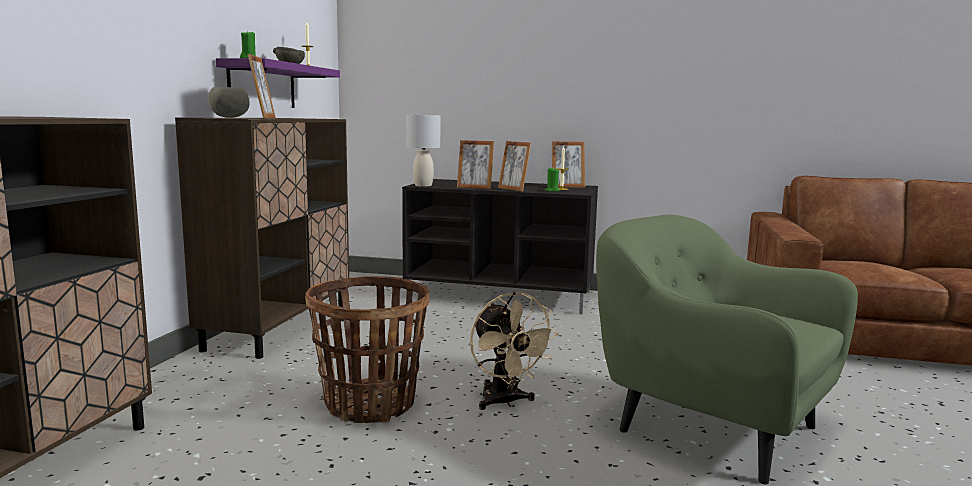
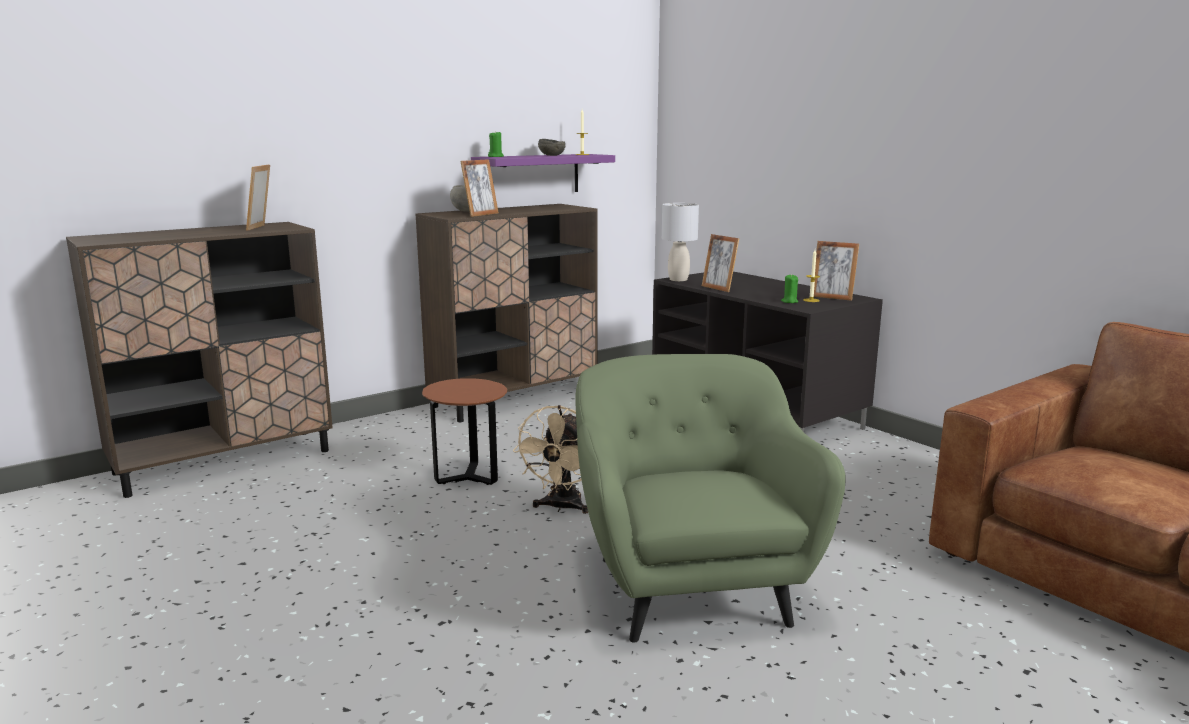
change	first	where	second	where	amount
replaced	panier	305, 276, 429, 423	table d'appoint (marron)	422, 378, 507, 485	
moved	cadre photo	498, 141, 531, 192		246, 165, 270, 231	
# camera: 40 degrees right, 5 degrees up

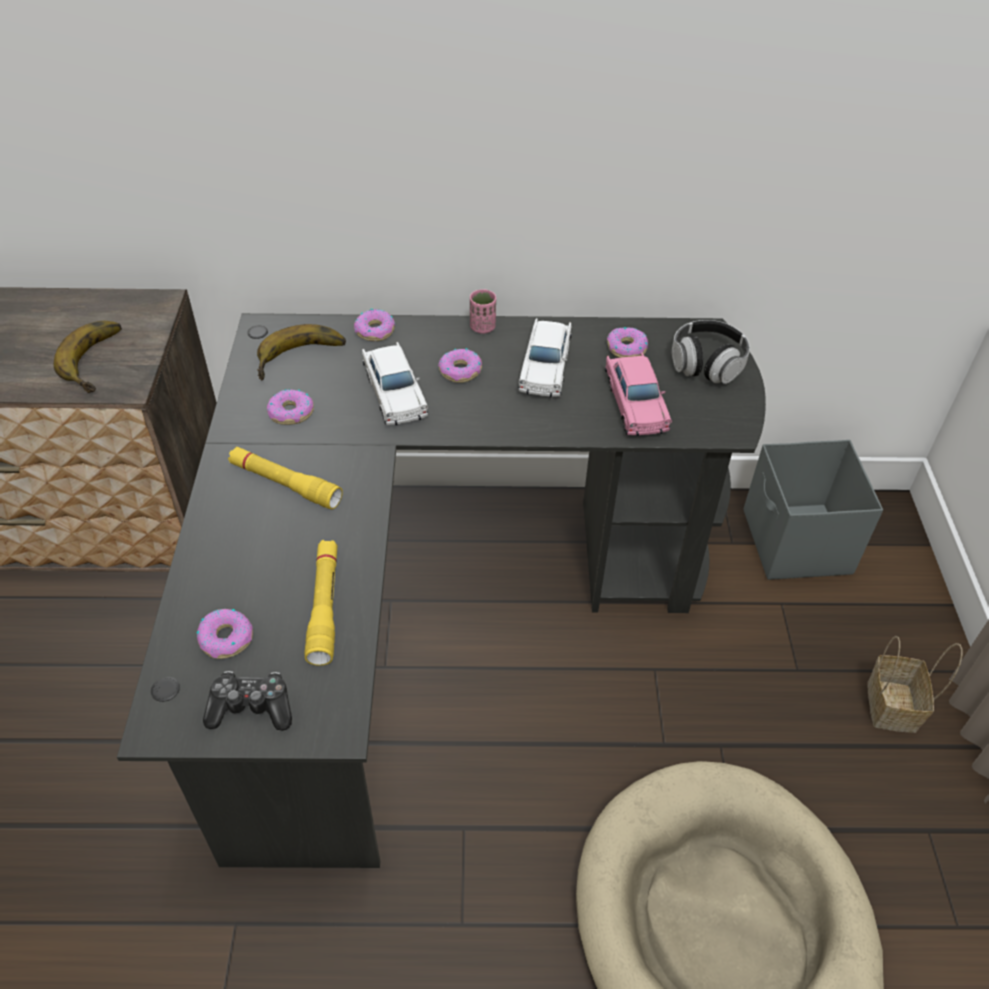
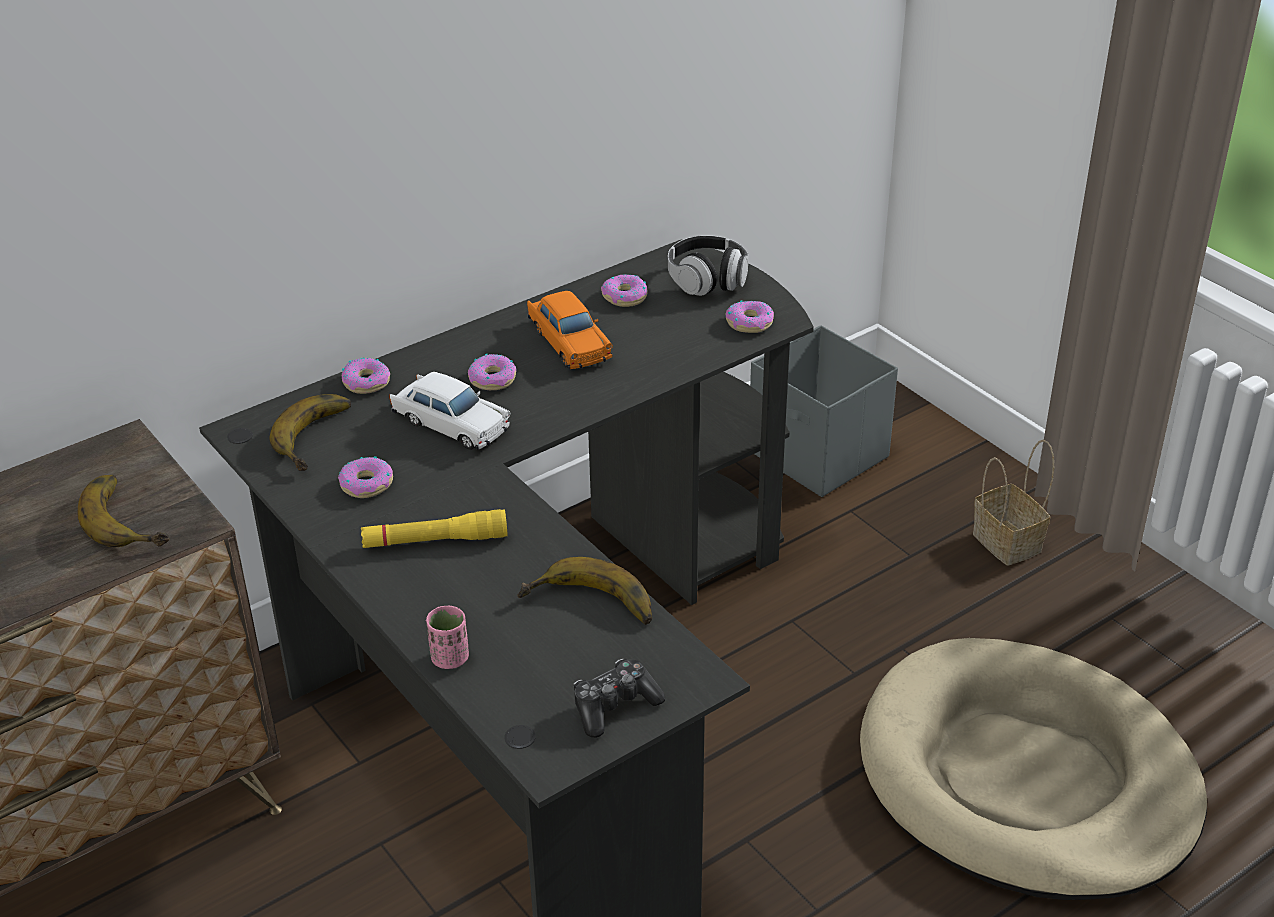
change	first	where	second	where	amount
moved	beignet	197, 609, 253, 659		726, 301, 774, 333	
replaced	lampe de poche (jaune)	304, 540, 337, 666	banane	517, 557, 652, 625	
moved	tasse (rose)	470, 289, 496, 334		426, 606, 469, 669	
recoloured	petite voiture (blanc)	518, 318, 572, 398	petite voiture (orange)	527, 291, 613, 369	
removed	petite voiture (rose)	605, 352, 672, 436			
# camera: 35 degrees left, 10 degrees down

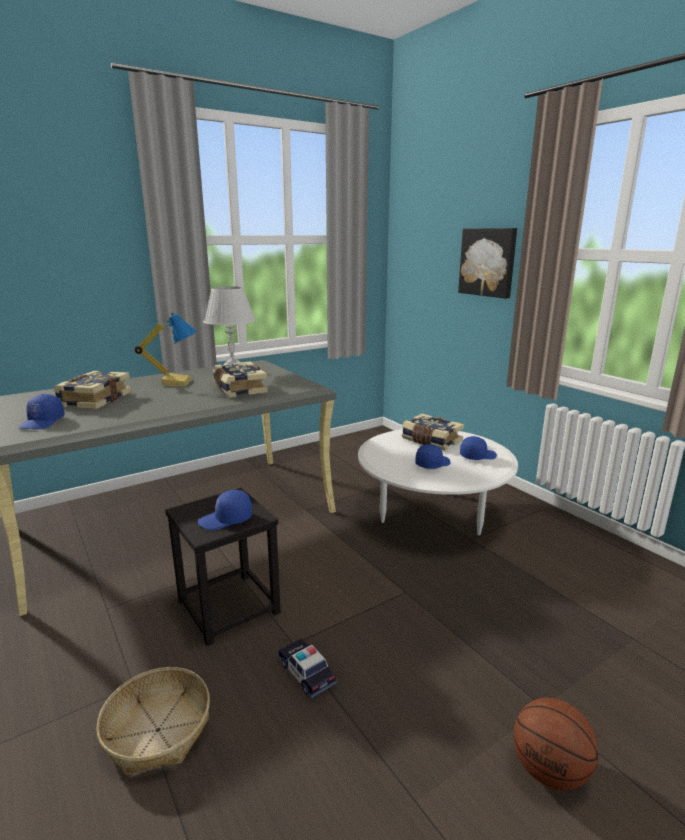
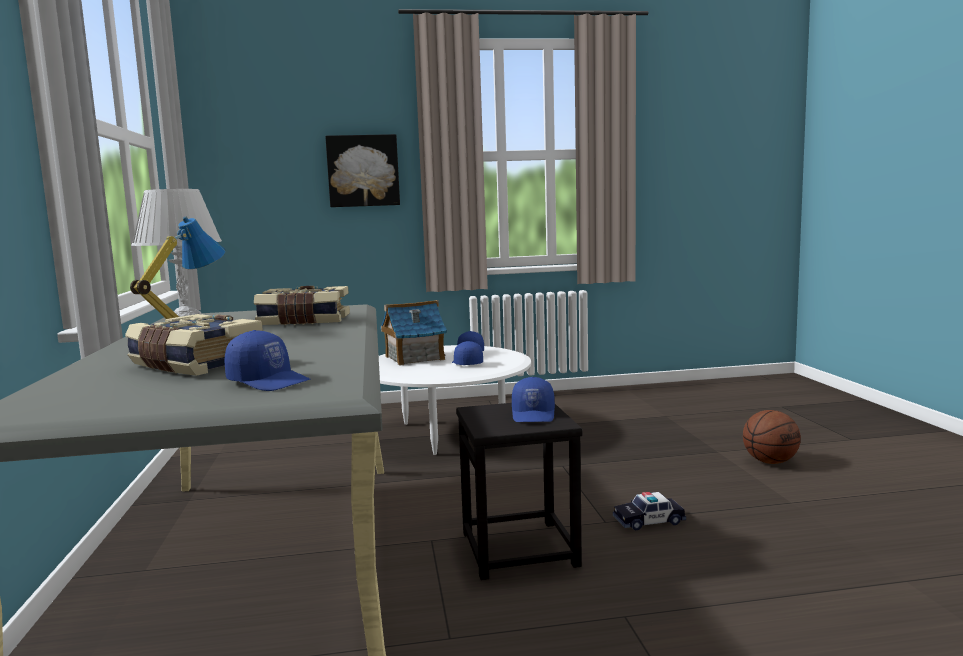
change	first	where	second	where	amount
removed	panier	96, 667, 210, 775			
replaced	livre	402, 414, 464, 451	maison miniature	380, 300, 447, 366	
# camera: 65 degrees left, 10 degrees down

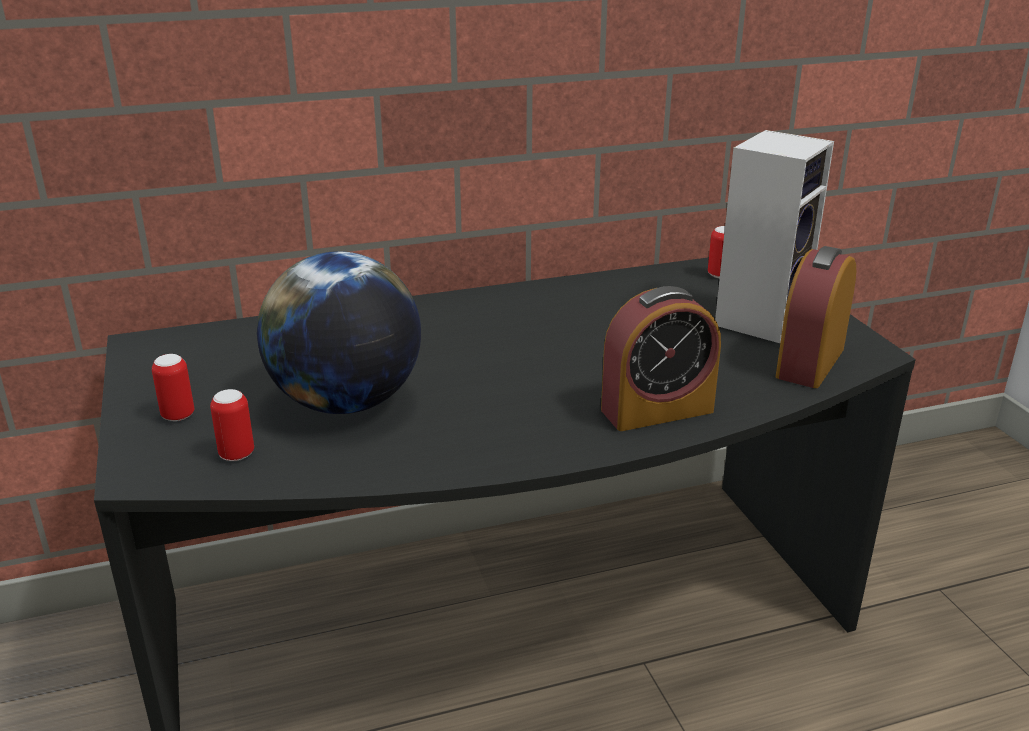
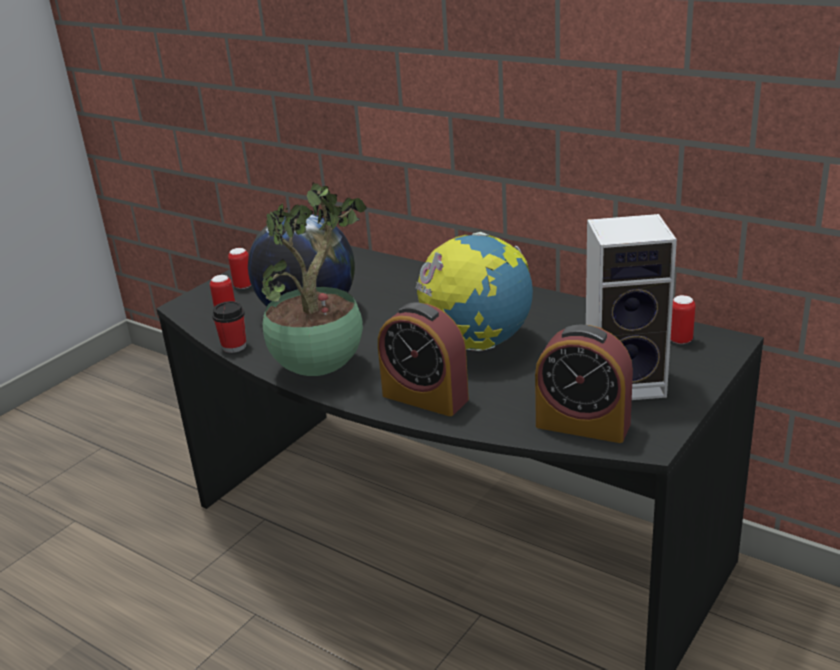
change	first	where	second	where	amount
turned	réveil	776, 246, 856, 388		535, 325, 633, 443	150 degrees counterclockwise
added			tasse	212, 301, 246, 353	
added			plante en pot	262, 182, 366, 376	
added			globe	416, 232, 533, 351	
# camera: 55 degrees right, 0 degrees up

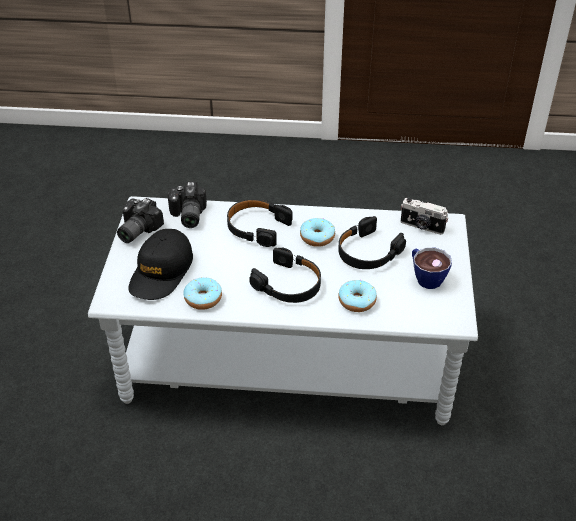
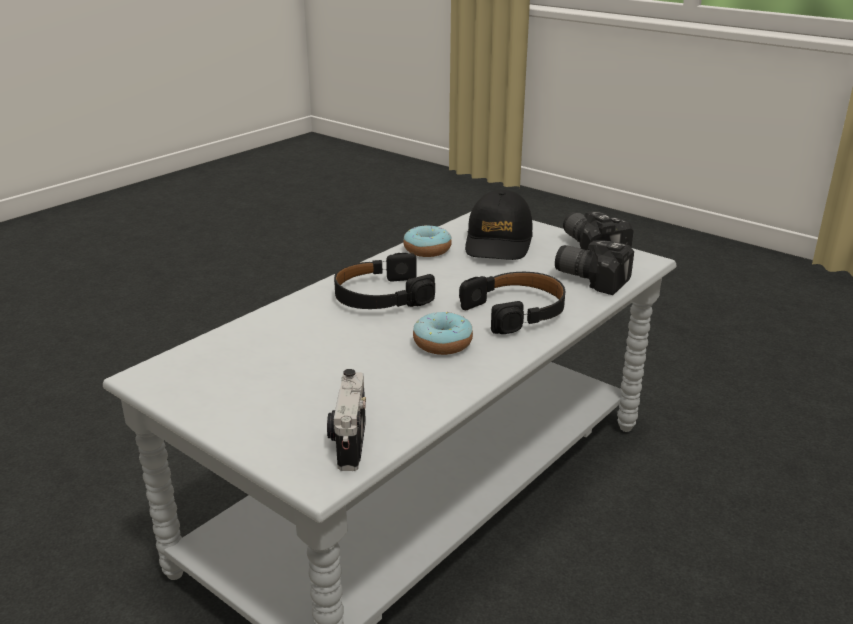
change	first	where	second	where	amount
turned	casquette (noir)	129, 229, 193, 300		465, 190, 533, 260	135 degrees counterclockwise
removed	casque audio (noir)	338, 216, 406, 269			
removed	beignet	338, 280, 377, 312			
turned	appareil photo	400, 198, 448, 235		327, 369, 366, 471	60 degrees counterclockwise
removed	tasse	412, 248, 452, 289			
# camera: 125 degrees right, 15 degrees down

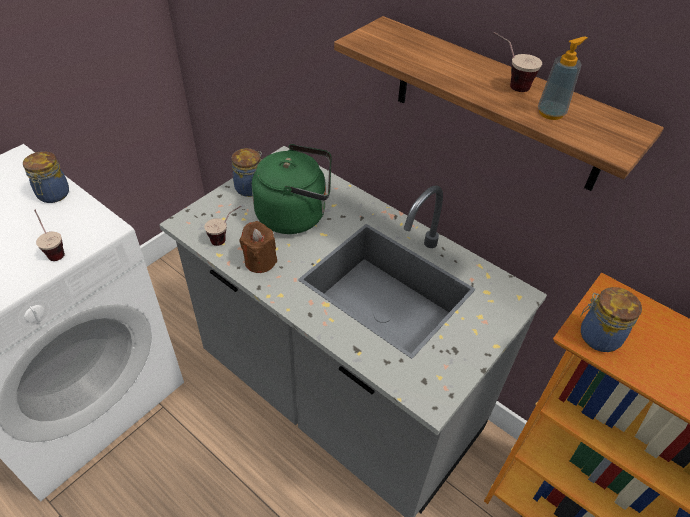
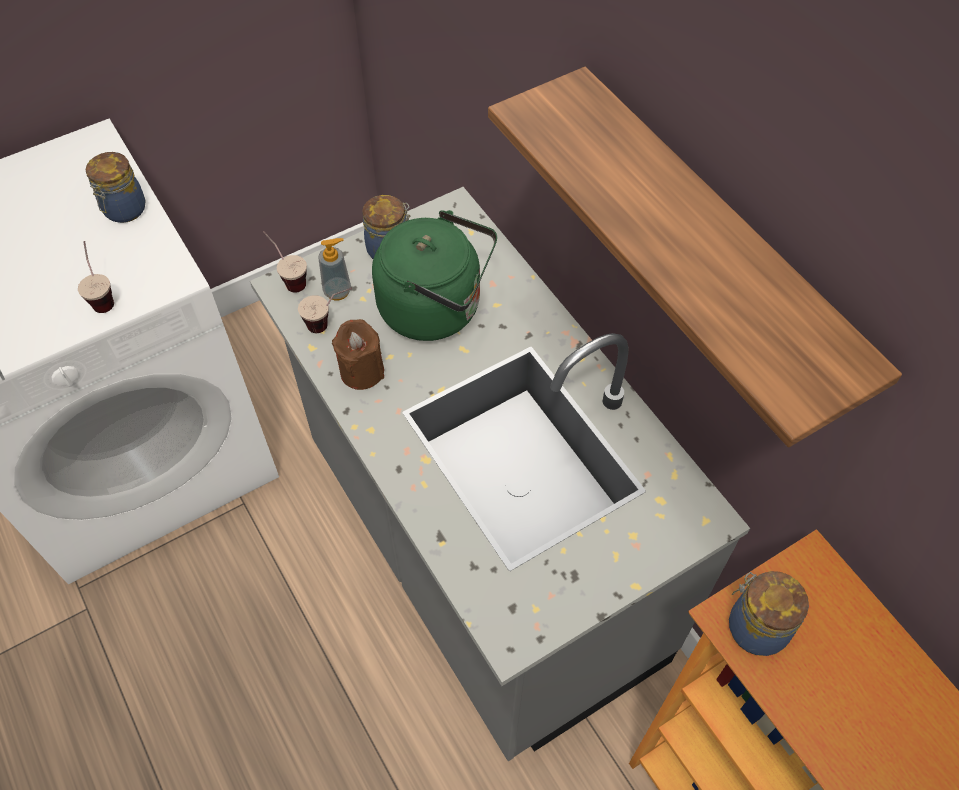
change	first	where	second	where	amount
moved	tasse	493, 32, 542, 92		263, 231, 307, 293	
moved	distributeur de savon	538, 37, 587, 120		318, 238, 351, 300	
# camera: 20 degrees right, 10 degrees up

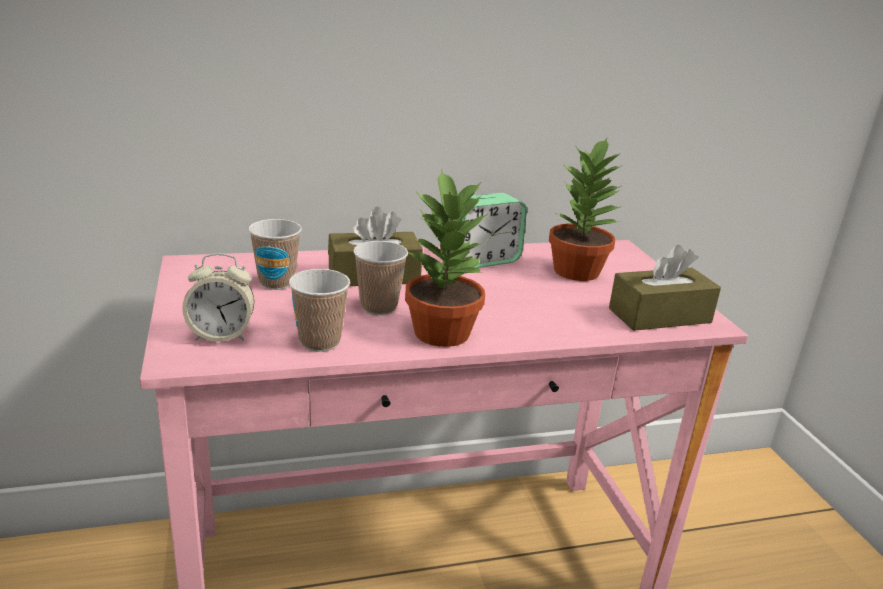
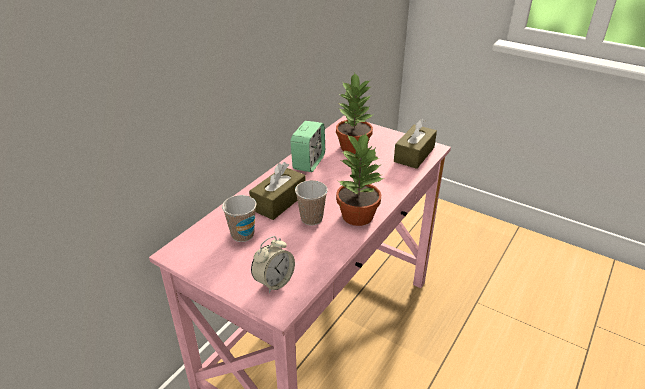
change	first	where	second	where	amount
removed	tasse	289, 269, 350, 352			
# camera: 40 degrees left, 10 degrees up

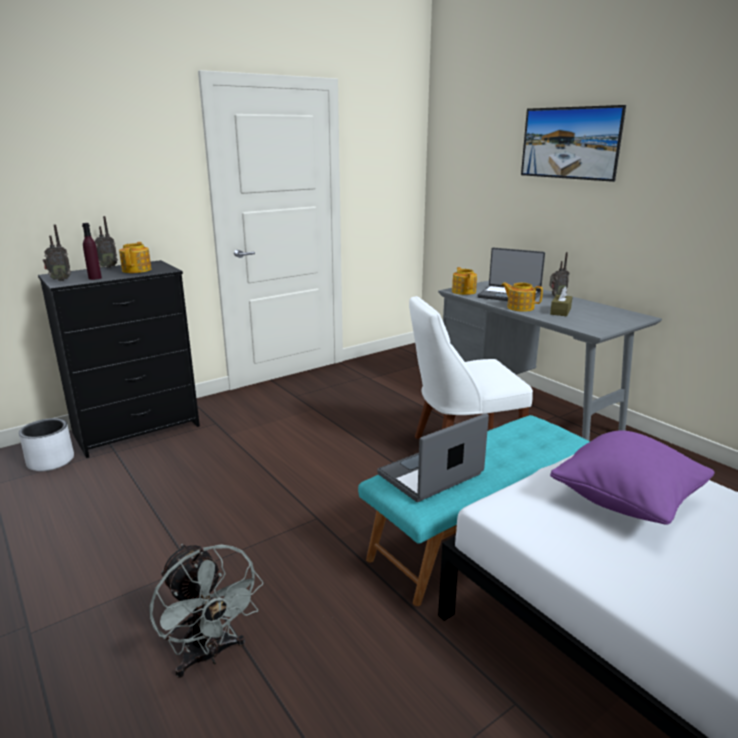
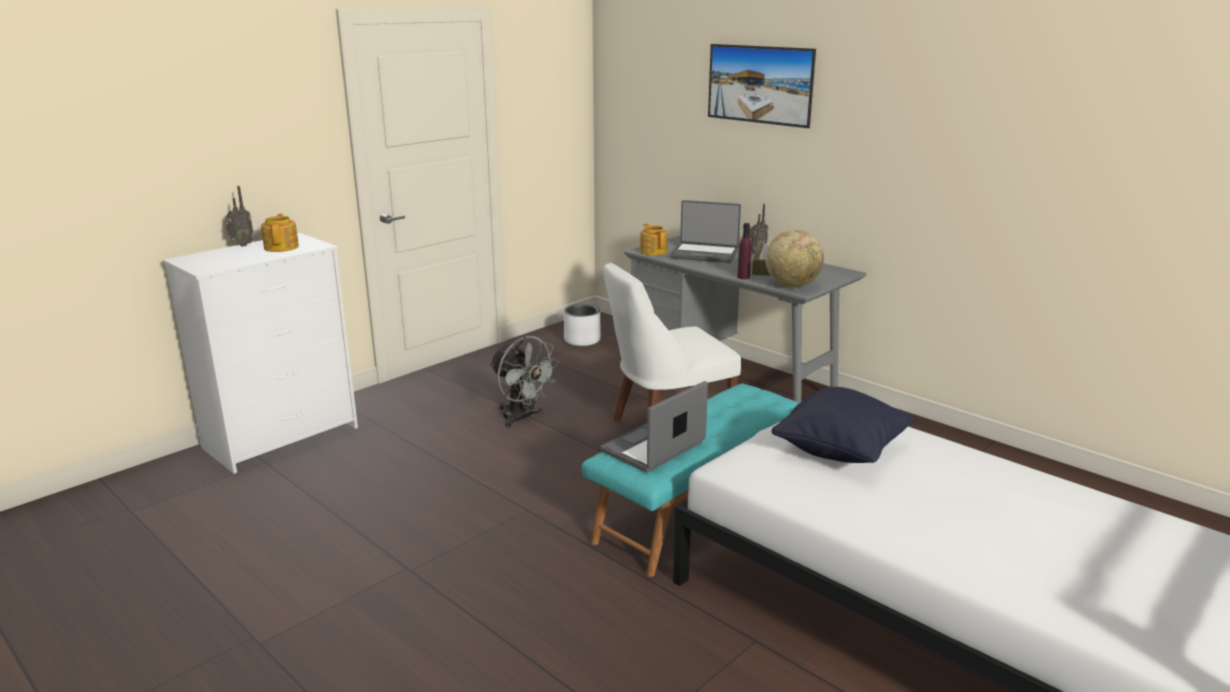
change	first	where	second	where	amount
moved	cache-pot (blanc)	19, 418, 74, 471		564, 304, 601, 346	
recoloured	commode (noir)	38, 260, 200, 458	commode (blanc)	163, 233, 358, 474	
removed	radio	43, 224, 71, 281			
moved	bouteille (violet)	82, 223, 102, 280		737, 223, 752, 279	
moved	ventilateur (gris)	149, 544, 264, 678		490, 336, 559, 428	
removed	théière	501, 283, 543, 312			
recoloured	coussin (violet)	550, 431, 715, 525	coussin (noir)	771, 387, 914, 463	
added			globe	765, 230, 824, 287	
# camera: 10 degrees left, 0 degrees up

